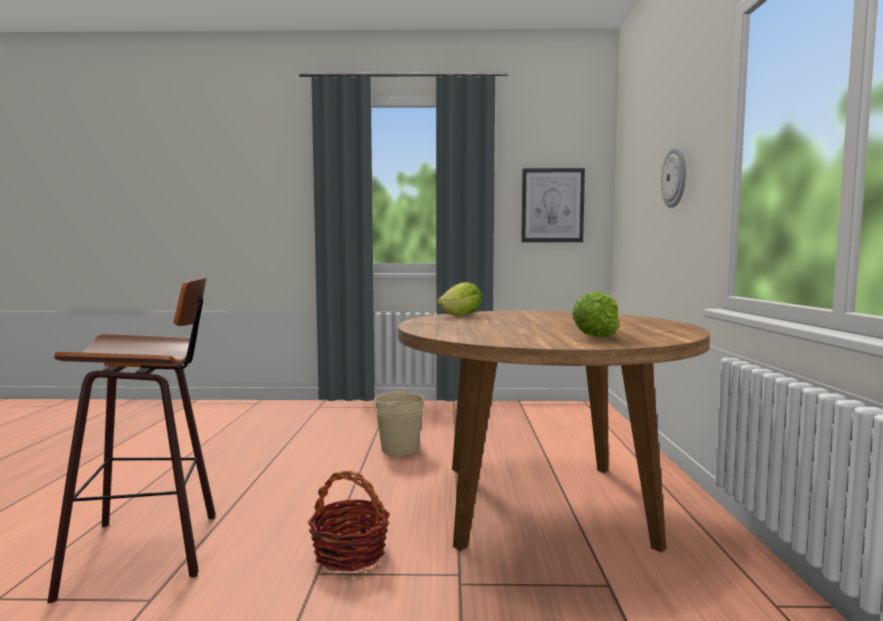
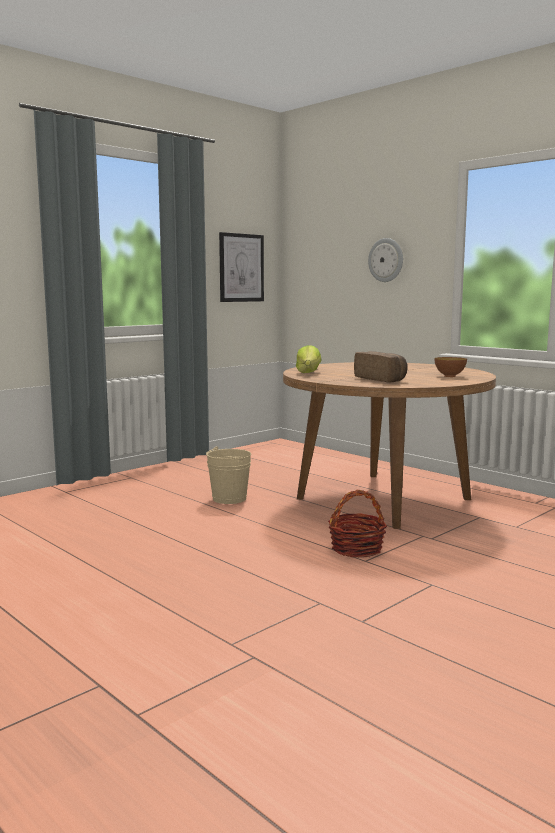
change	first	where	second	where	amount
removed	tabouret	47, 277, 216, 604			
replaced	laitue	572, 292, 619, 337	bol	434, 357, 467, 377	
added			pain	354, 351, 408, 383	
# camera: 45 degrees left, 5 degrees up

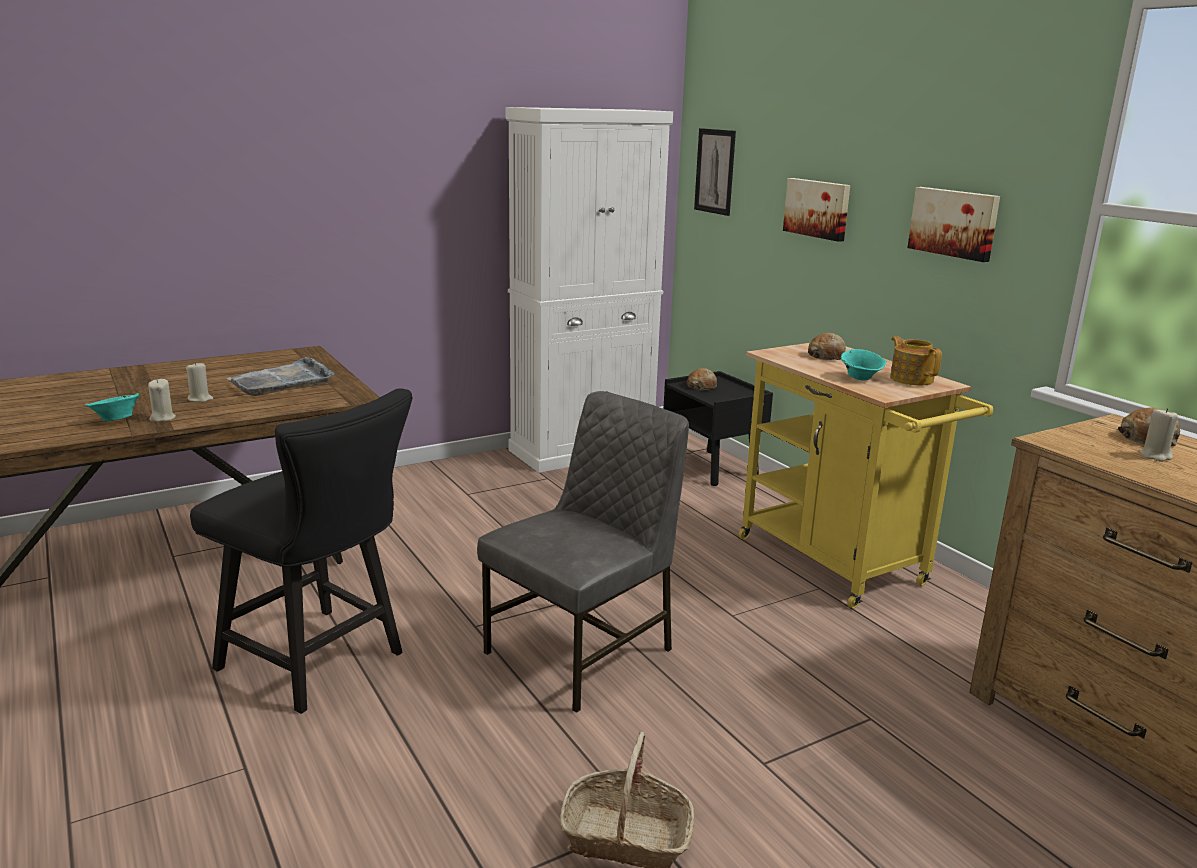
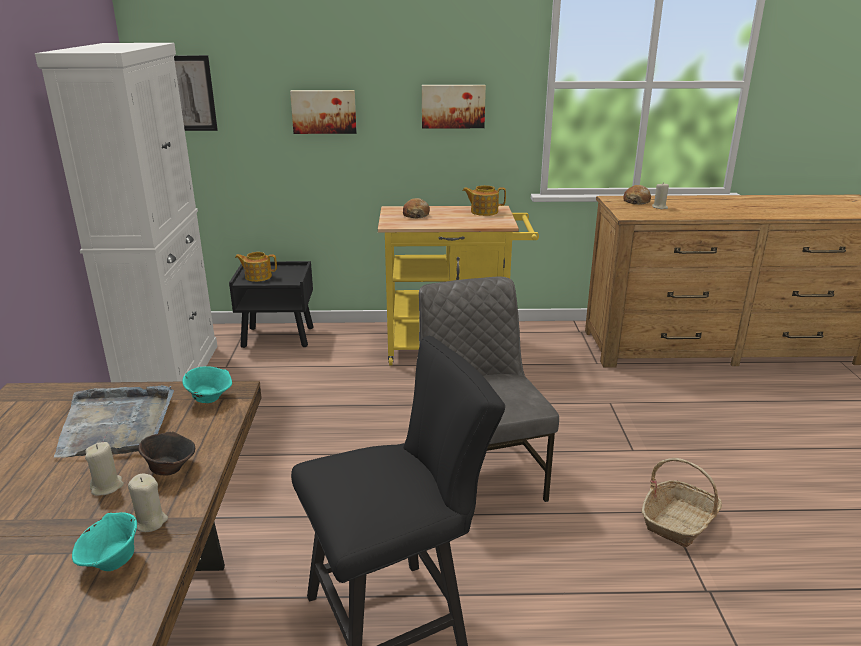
change	first	where	second	where	amount
replaced	pain	687, 368, 717, 390	théière	235, 252, 277, 282	
moved	bol (turquoise)	841, 349, 887, 380		182, 366, 232, 403	
added			bol (marron)	138, 431, 195, 476	
# camera: 60 degrees left, 5 degrees up

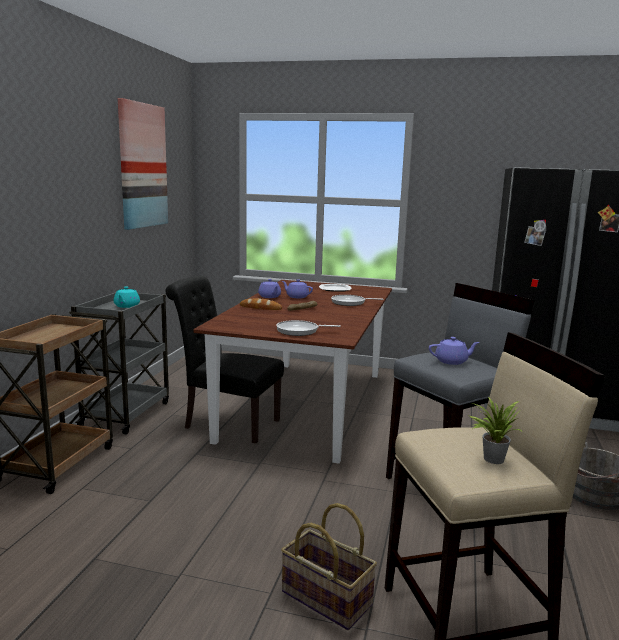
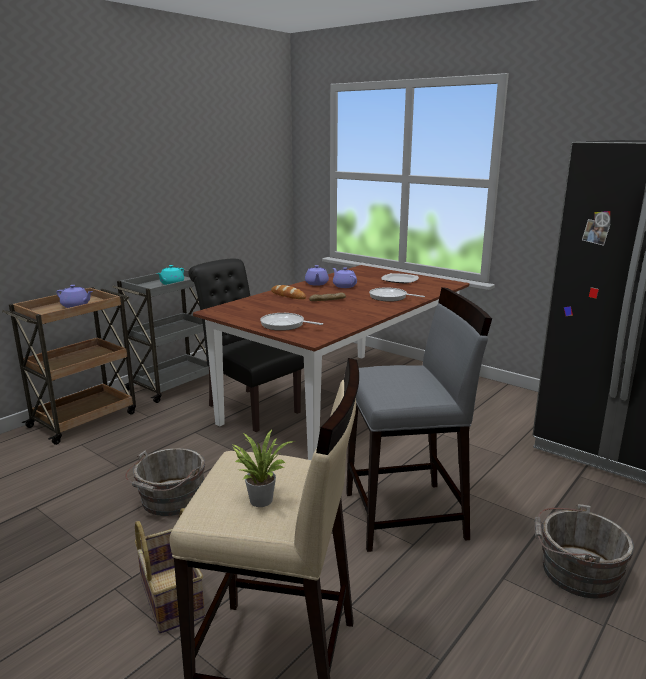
change	first	where	second	where	amount
removed	tableau	118, 98, 168, 230			
moved	théière (violet)	429, 337, 480, 365		56, 285, 93, 308	
added			seau (gris)	125, 448, 205, 516	
# camera: 25 degrees right, 5 degrees up

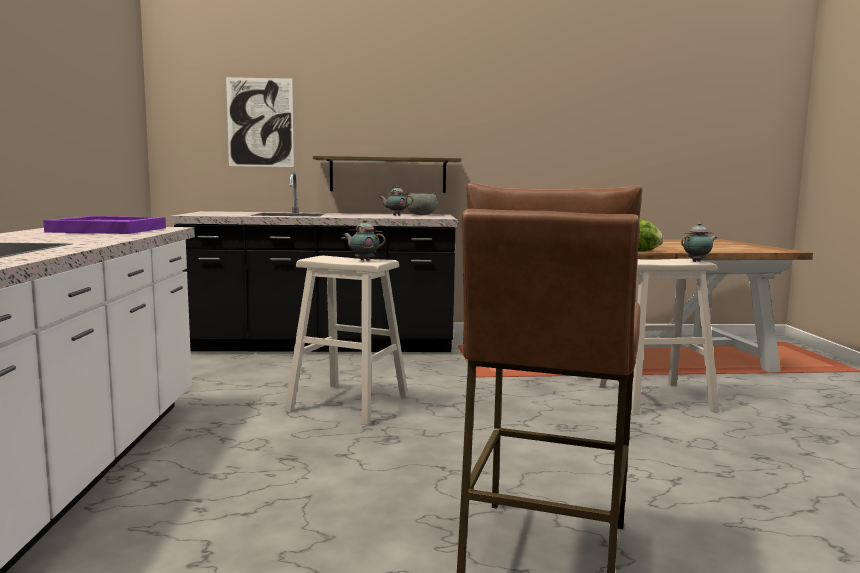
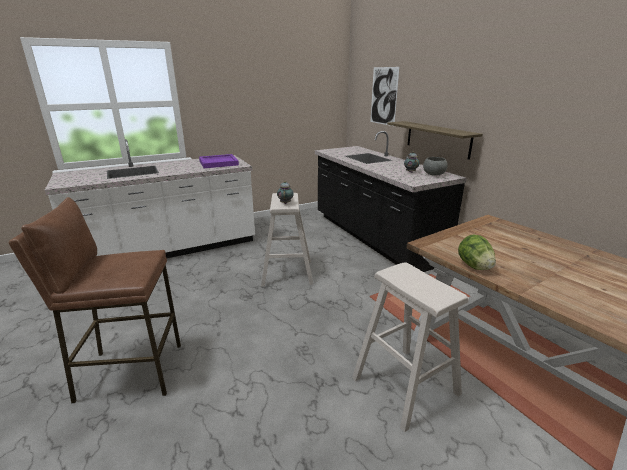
change	first	where	second	where	amount
removed	théière	681, 223, 717, 262			
# camera: 65 degrees right, 15 degrees up

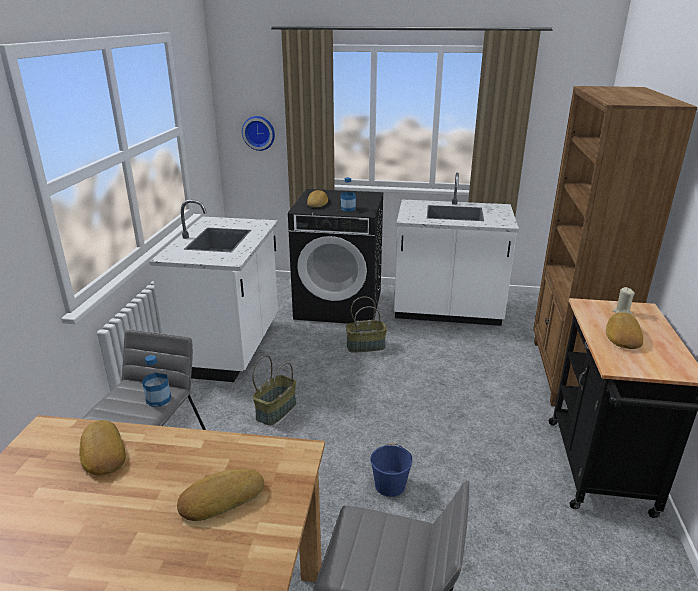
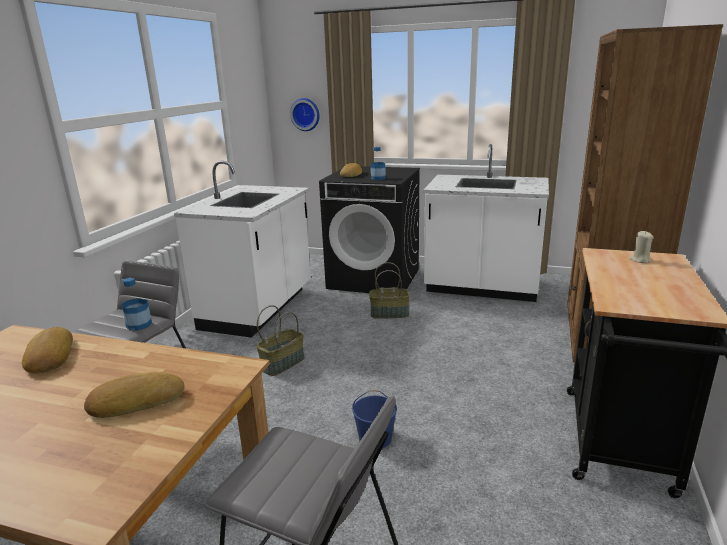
change	first	where	second	where	amount
removed	pain	606, 312, 643, 349			
# camera: 10 degrees right, 5 degrees down

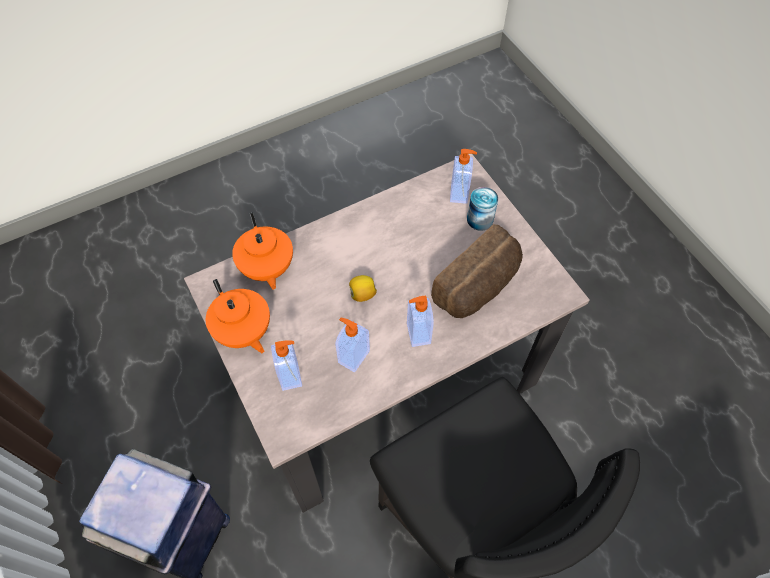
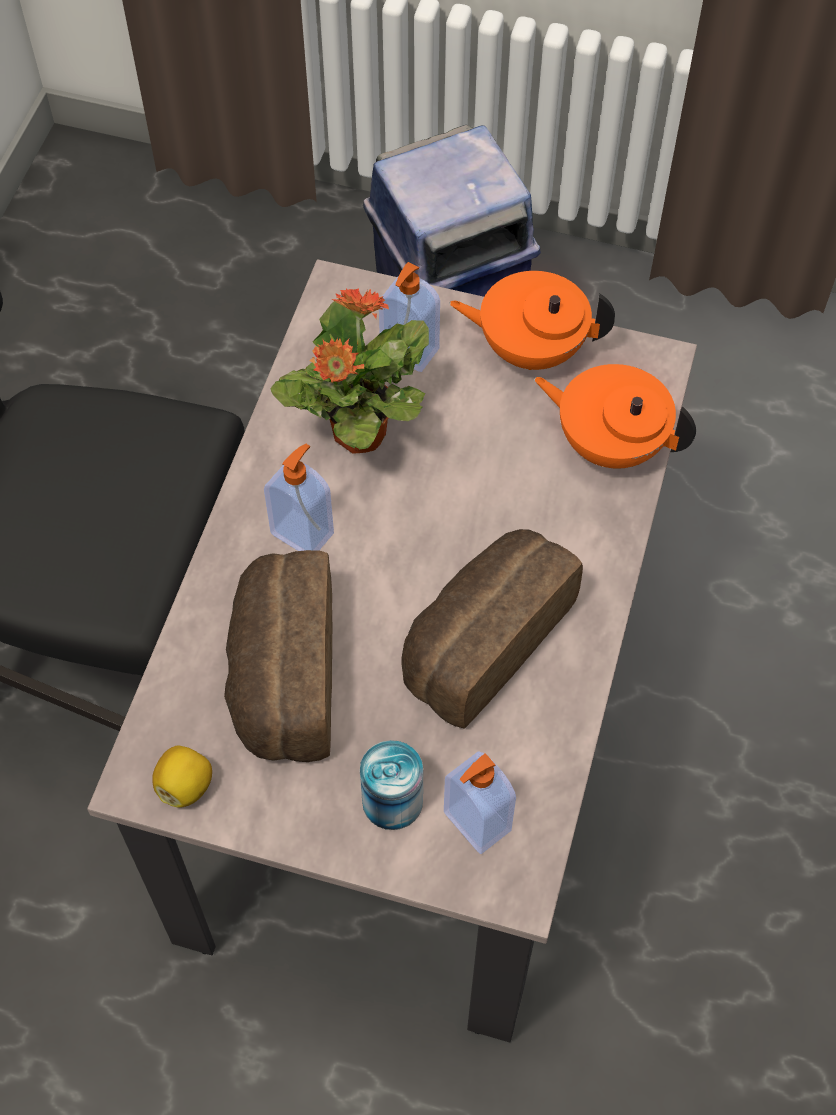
change	first	where	second	where	amount
replaced	distributeur de savon	335, 318, 370, 372	plante en pot	270, 288, 429, 454	
moved	citron	349, 275, 377, 302		152, 746, 212, 808	
added			pain	401, 529, 583, 729	
# camera: 135 degrees right, 0 degrees up

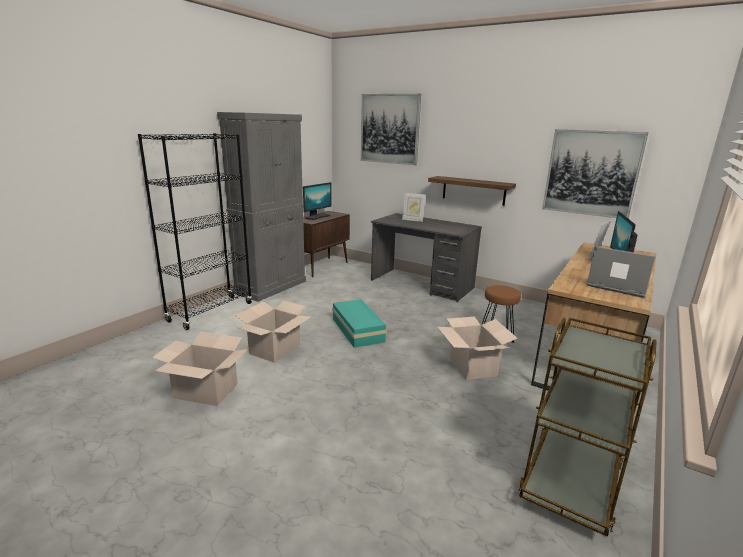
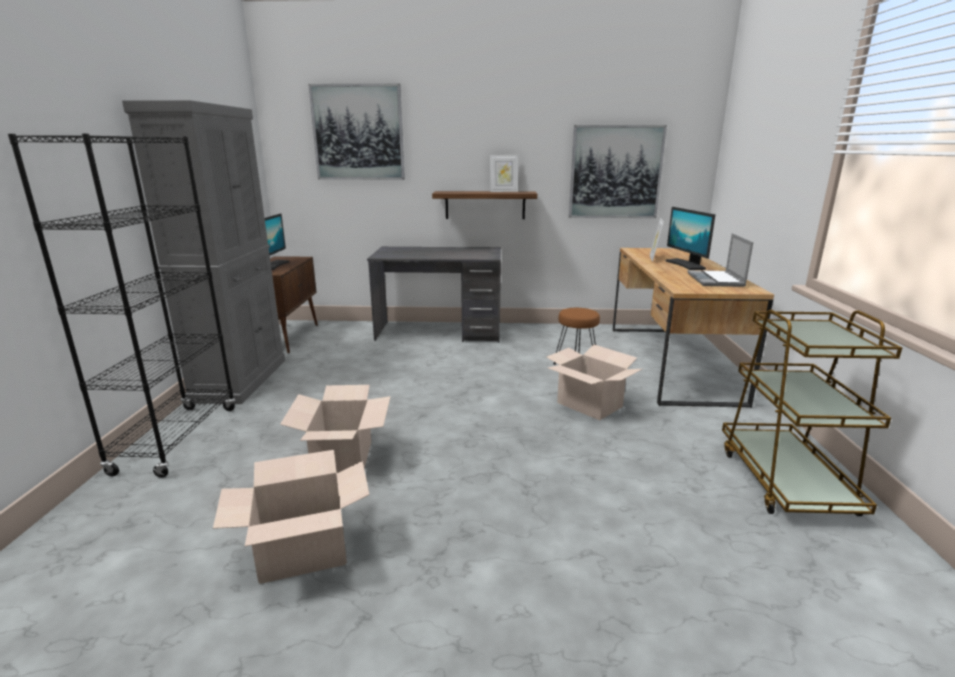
change	first	where	second	where	amount
removed	boîte de rangement (turquoise)	332, 299, 387, 348			
moved	cadre photo	402, 193, 426, 222		490, 155, 518, 192	
turned	ordinateur portable	587, 246, 656, 298		688, 233, 753, 287	90 degrees counterclockwise
# camera: 30 degrees left, 0 degrees up

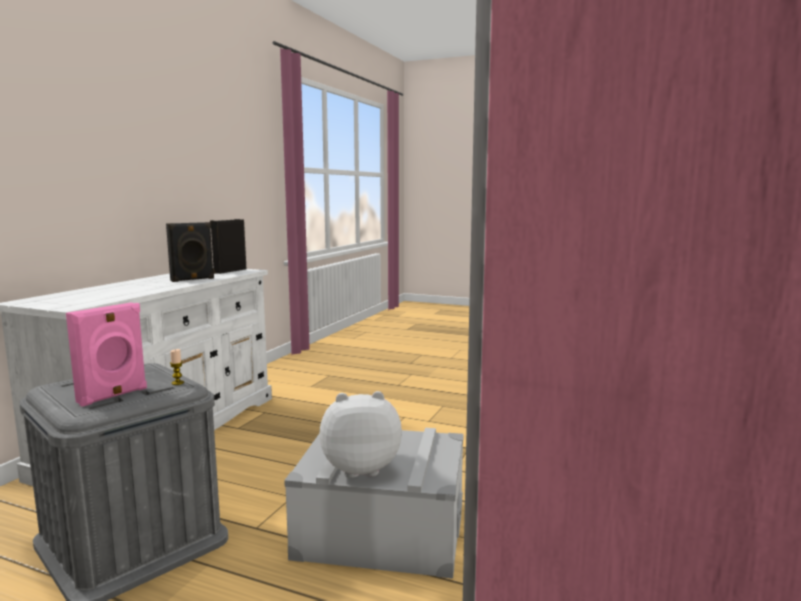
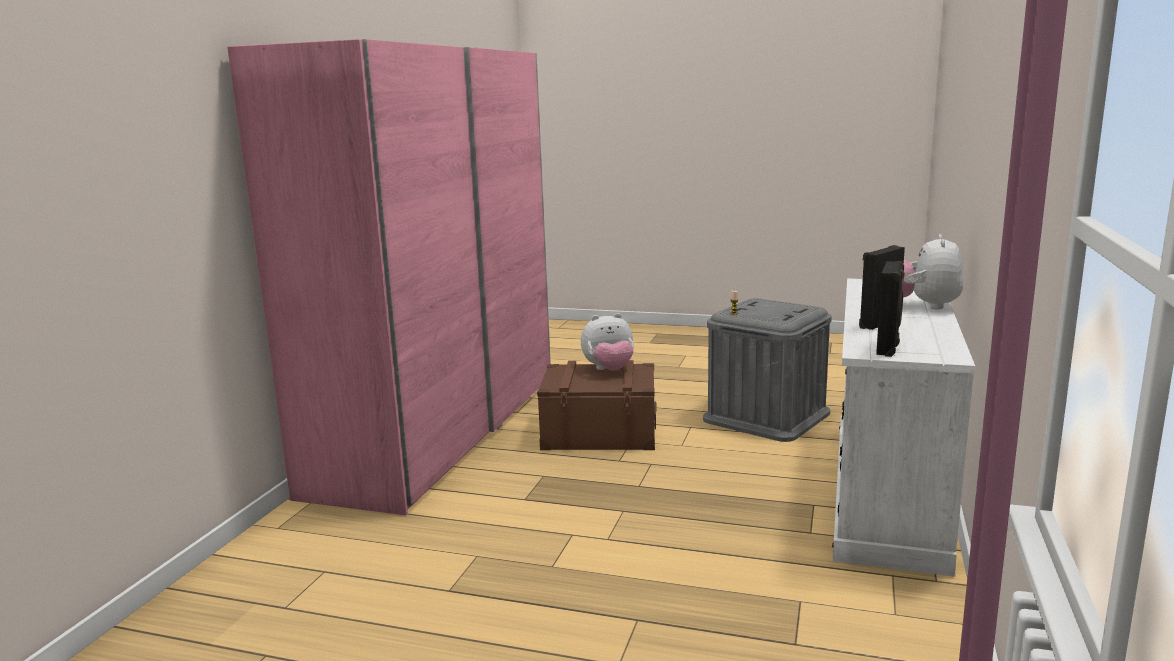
change	first	where	second	where	amount
removed	enceinte (rose)	66, 303, 147, 407			
recoloured	boîte de rangement (gris)	284, 428, 464, 579	boîte de rangement (marron)	537, 360, 657, 450	
added			peluche	902, 234, 963, 310	
# camera: 175 degrees right, 5 degrees up

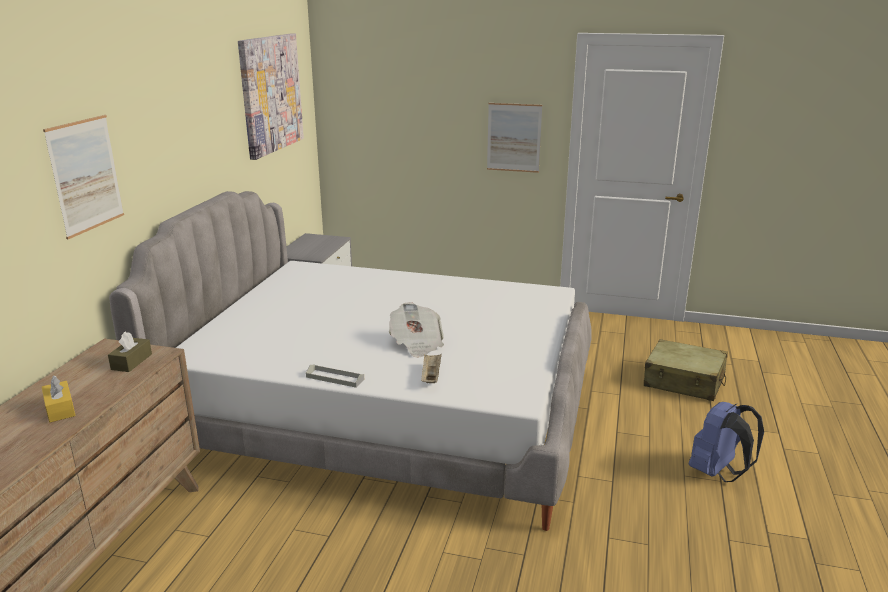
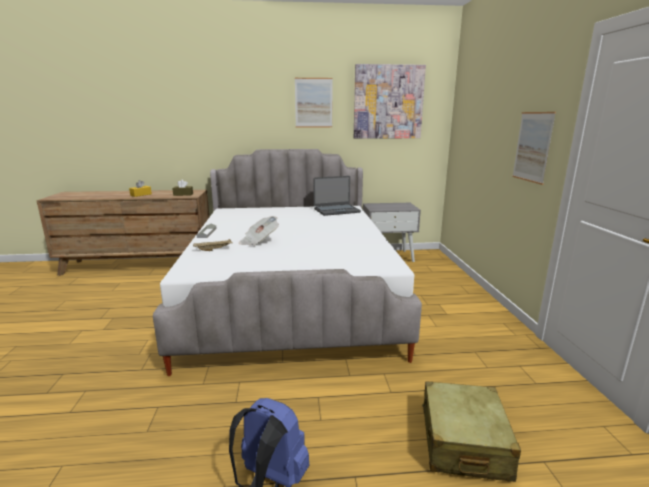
change	first	where	second	where	amount
moved	tableau	43, 115, 124, 239		295, 78, 333, 127	
added			ordinateur portable	313, 176, 361, 216	
# camera: 70 degrees right, 5 degrees down

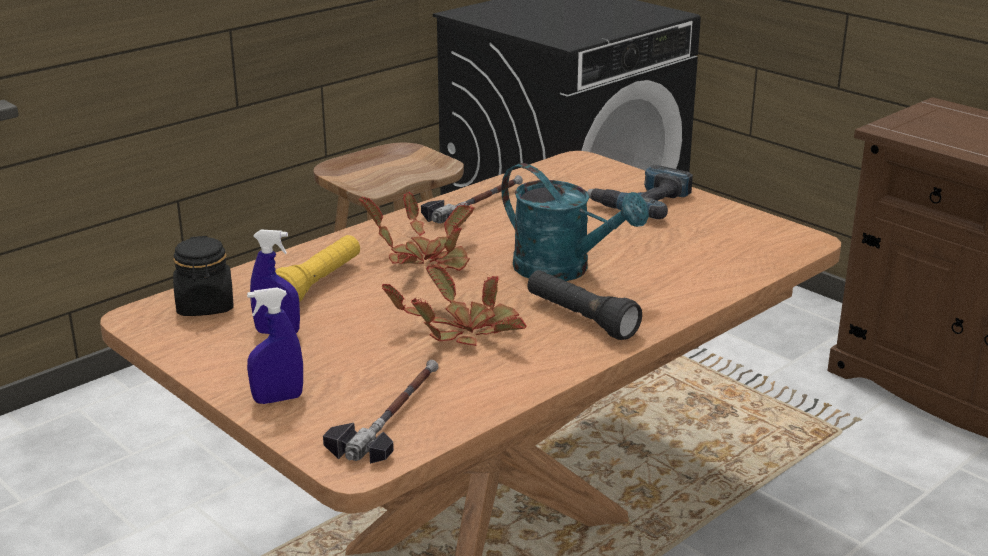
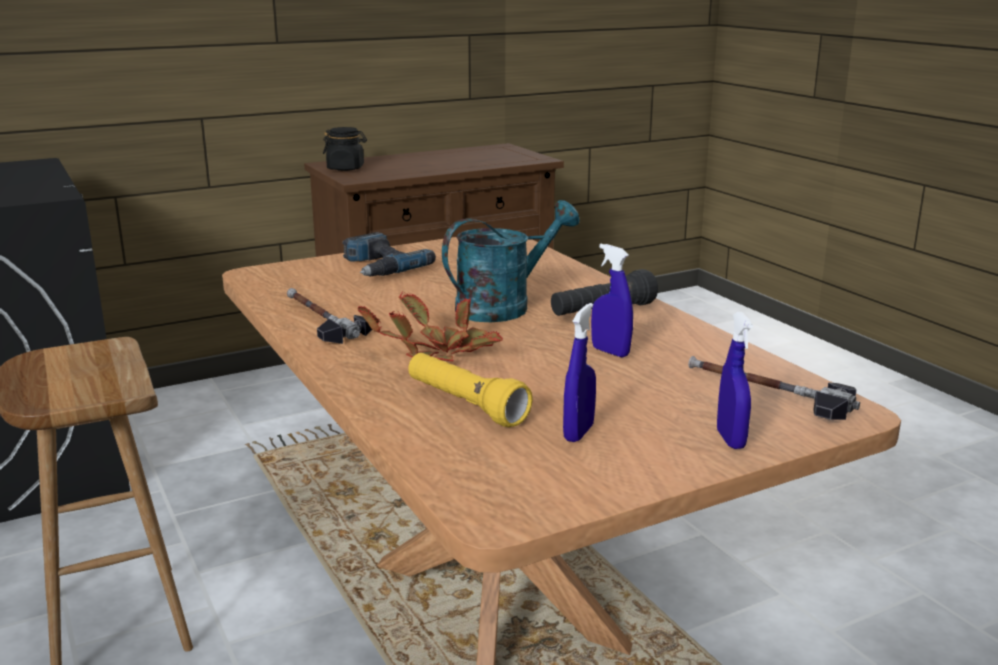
change	first	where	second	where	amount
moved	bocal (noir)	173, 236, 234, 316		323, 127, 367, 171	
replaced	plante en pot	382, 264, 527, 346	vaporisateur (bleu)	591, 244, 633, 357	
# camera: 75 degrees left, 5 degrees down

